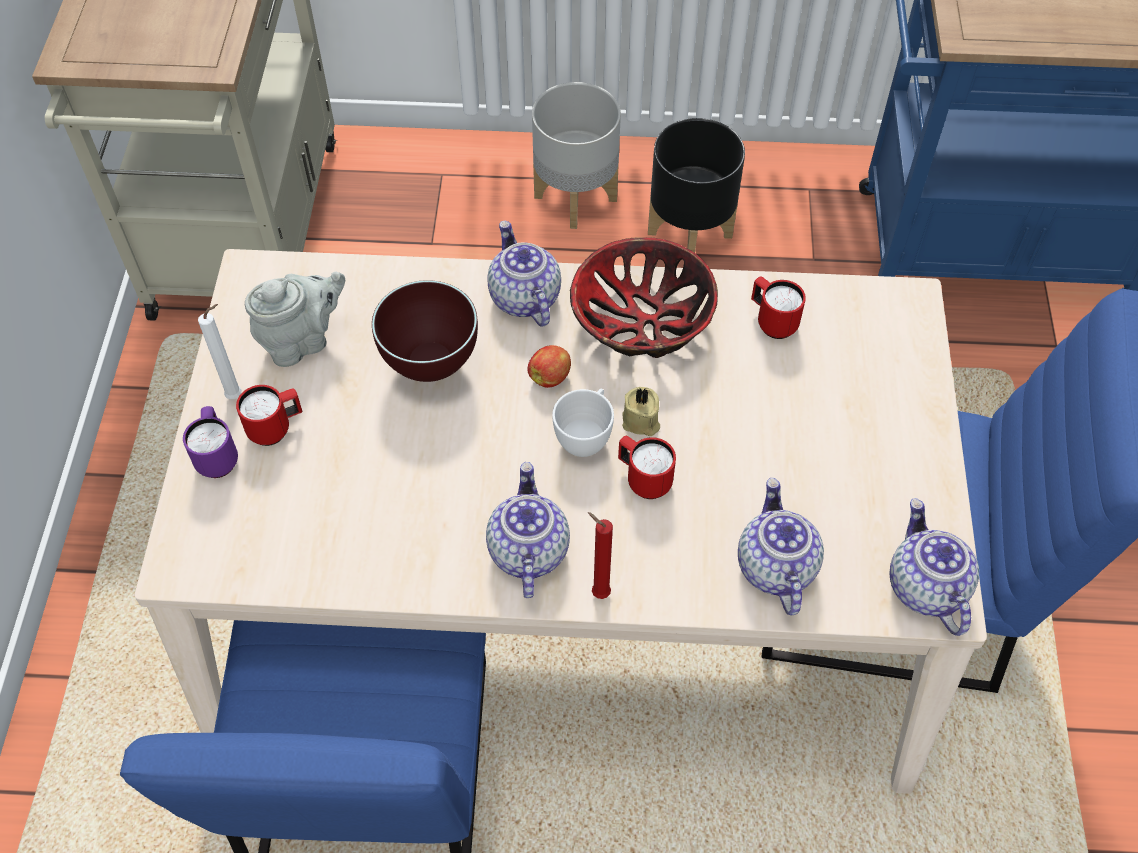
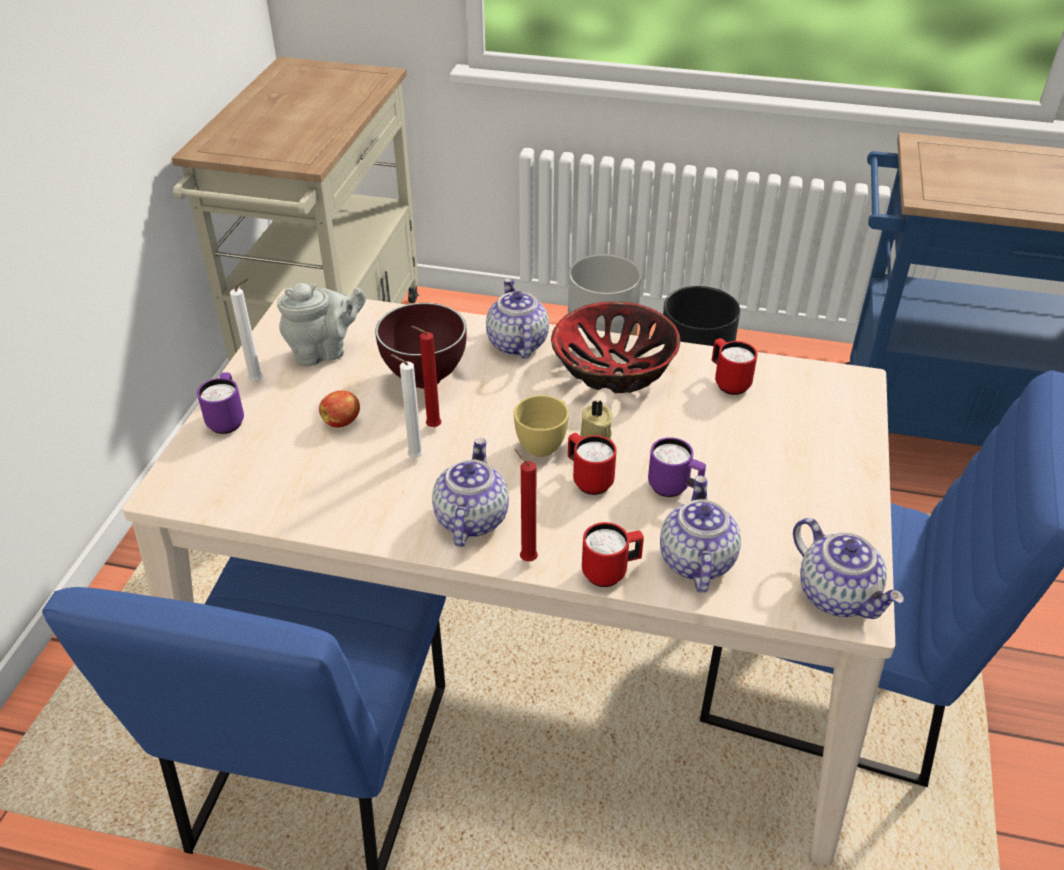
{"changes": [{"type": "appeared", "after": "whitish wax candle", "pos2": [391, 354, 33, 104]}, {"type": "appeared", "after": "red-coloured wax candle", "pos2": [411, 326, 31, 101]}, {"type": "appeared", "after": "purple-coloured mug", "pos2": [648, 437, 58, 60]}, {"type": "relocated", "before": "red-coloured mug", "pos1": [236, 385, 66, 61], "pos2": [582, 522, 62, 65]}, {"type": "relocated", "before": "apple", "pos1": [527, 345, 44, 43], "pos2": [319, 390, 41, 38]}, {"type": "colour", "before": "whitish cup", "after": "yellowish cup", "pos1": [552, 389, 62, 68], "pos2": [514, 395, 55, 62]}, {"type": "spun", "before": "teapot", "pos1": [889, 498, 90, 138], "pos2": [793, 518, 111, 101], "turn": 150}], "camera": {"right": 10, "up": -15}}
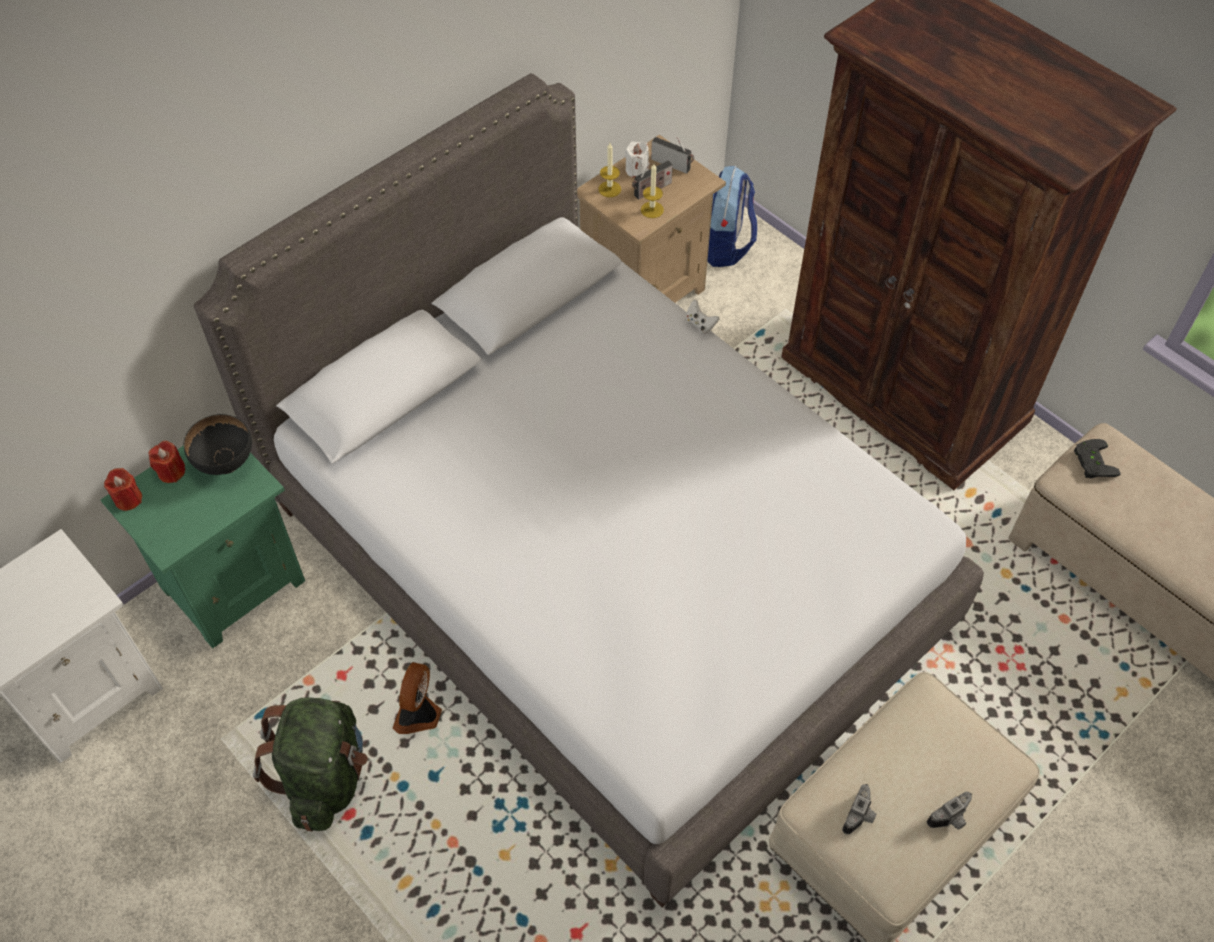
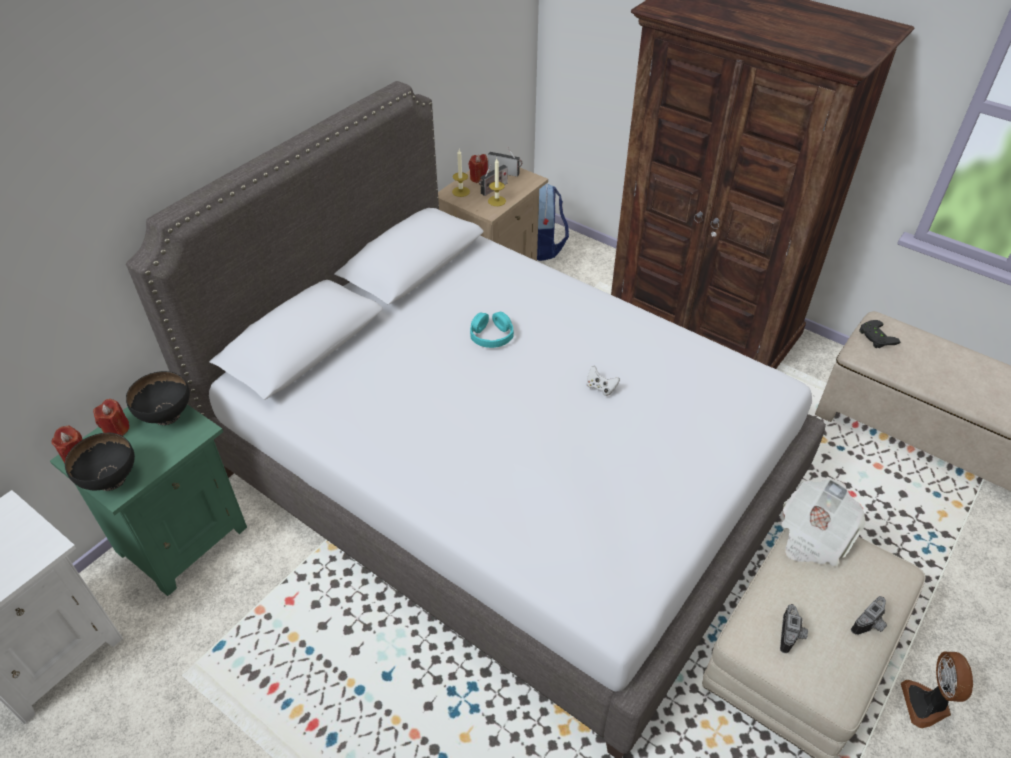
{"changes": [{"type": "missing", "before": "green rucksack", "pos1": [253, 697, 115, 134]}, {"type": "appeared", "after": "black serving bowl", "pos2": [65, 433, 70, 58]}, {"type": "appeared", "after": "blue-green pair of headphones", "pos2": [470, 312, 44, 36]}, {"type": "appeared", "after": "daily paper", "pos2": [781, 479, 84, 87]}, {"type": "relocated", "before": "fan", "pos1": [393, 662, 49, 72], "pos2": [901, 652, 72, 76]}, {"type": "relocated", "before": "whitish joypad", "pos1": [685, 300, 34, 34], "pos2": [587, 366, 33, 30]}, {"type": "colour", "before": "whitish wax candle", "after": "red-coloured wax candle", "pos1": [625, 141, 24, 37], "pos2": [468, 154, 20, 29]}], "camera": {"right": -10, "up": -10}}
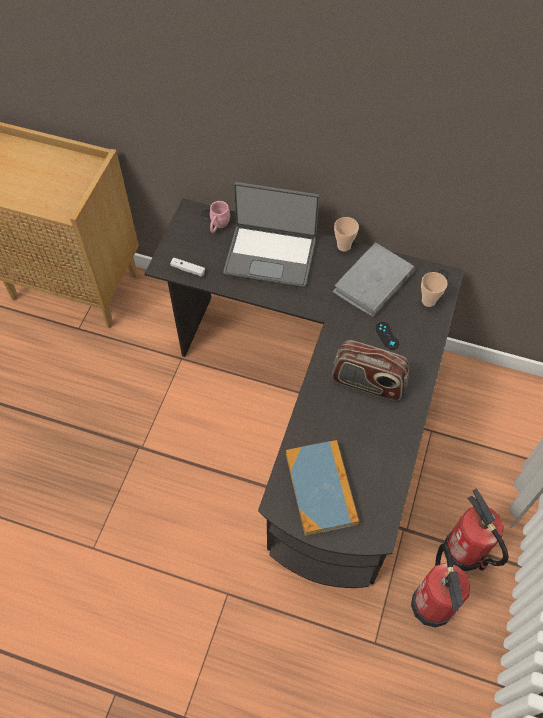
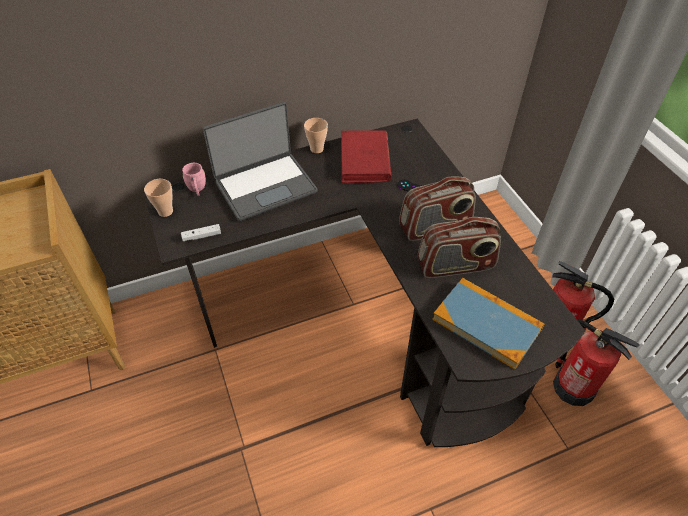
{"changes": [{"type": "appeared", "after": "radio receiver", "pos2": [418, 217, 83, 61]}, {"type": "relocated", "before": "cup", "pos1": [421, 272, 27, 35], "pos2": [144, 179, 29, 38]}, {"type": "colour", "before": "grey book", "after": "red-coloured book", "pos1": [332, 242, 83, 75], "pos2": [341, 130, 51, 53]}], "camera": {"right": -40, "up": -10}}
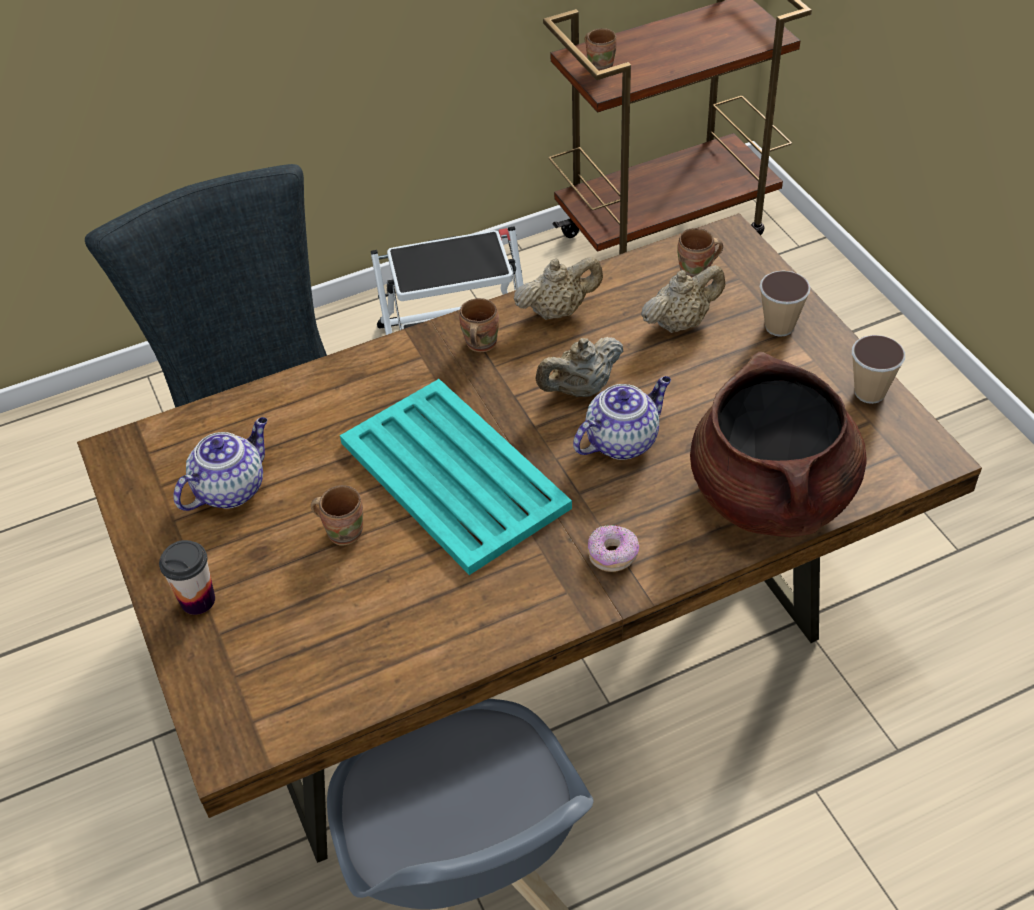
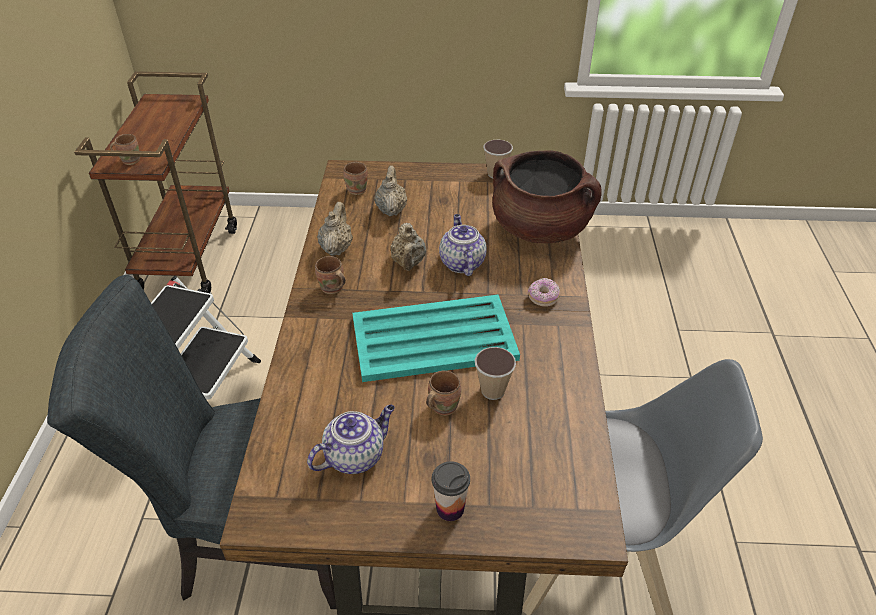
{"changes": [{"type": "relocated", "before": "cup", "pos1": [760, 271, 51, 66], "pos2": [475, 347, 41, 53]}, {"type": "spun", "before": "teapot", "pos1": [174, 417, 93, 94], "pos2": [307, 405, 88, 69], "turn": 75}], "camera": {"right": -65, "up": -5}}
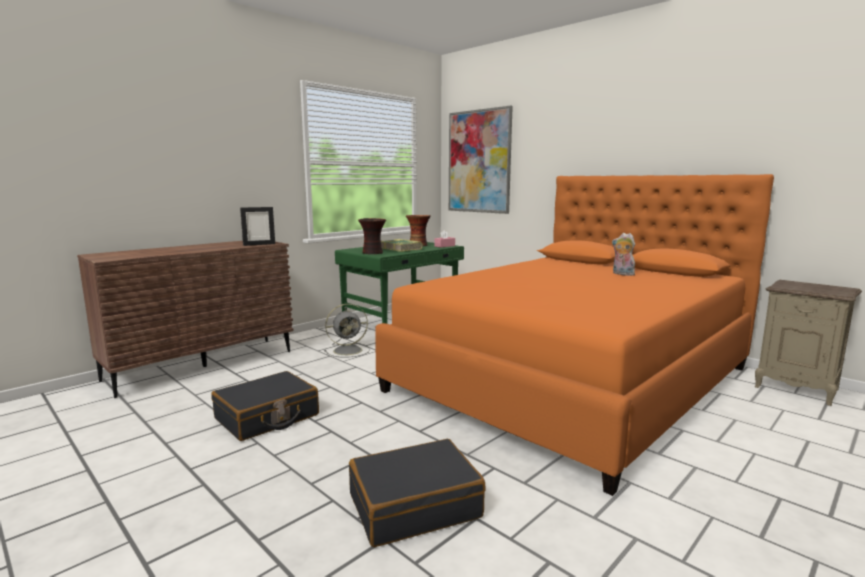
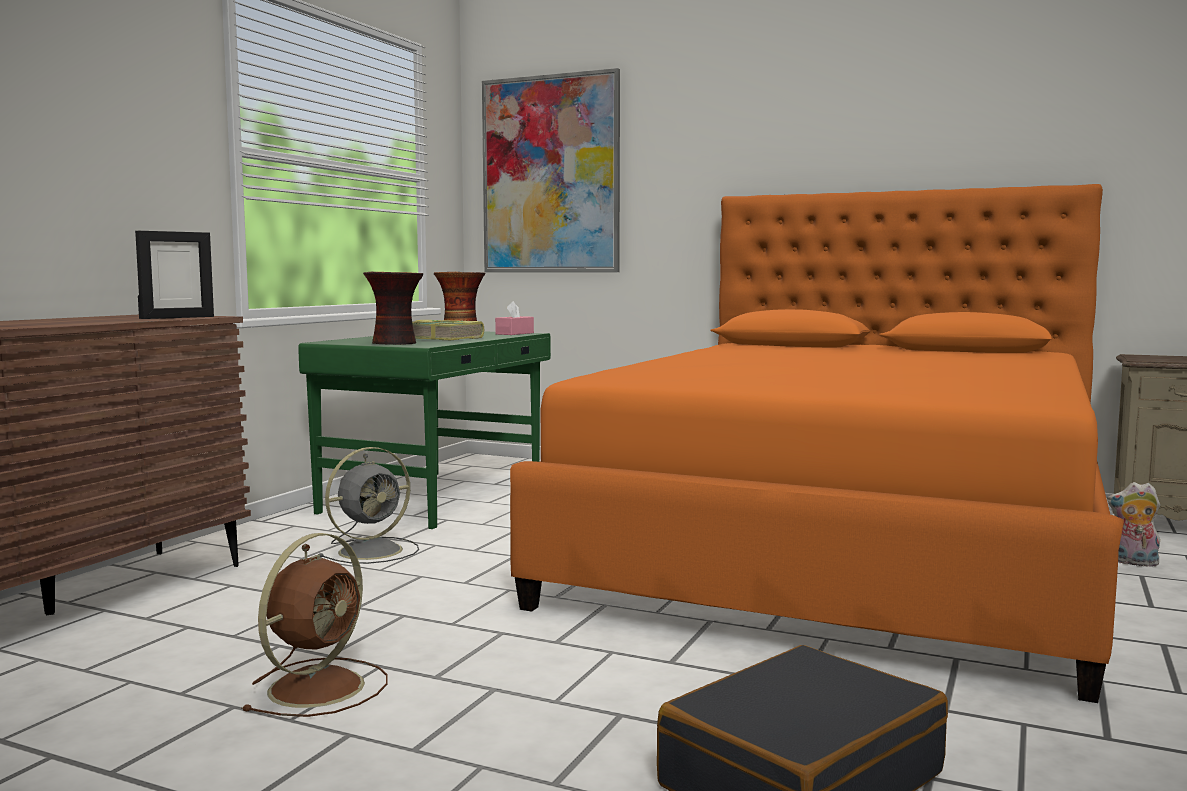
{"changes": [{"type": "relocated", "before": "soft toy", "pos1": [612, 233, 23, 43], "pos2": [1107, 482, 53, 85]}, {"type": "exchanged", "before": "black piece of luggage", "after": "brown-coloured fan", "pos1": [211, 371, 108, 70], "pos2": [241, 533, 146, 184]}], "camera": {"right": -20, "up": -5}}
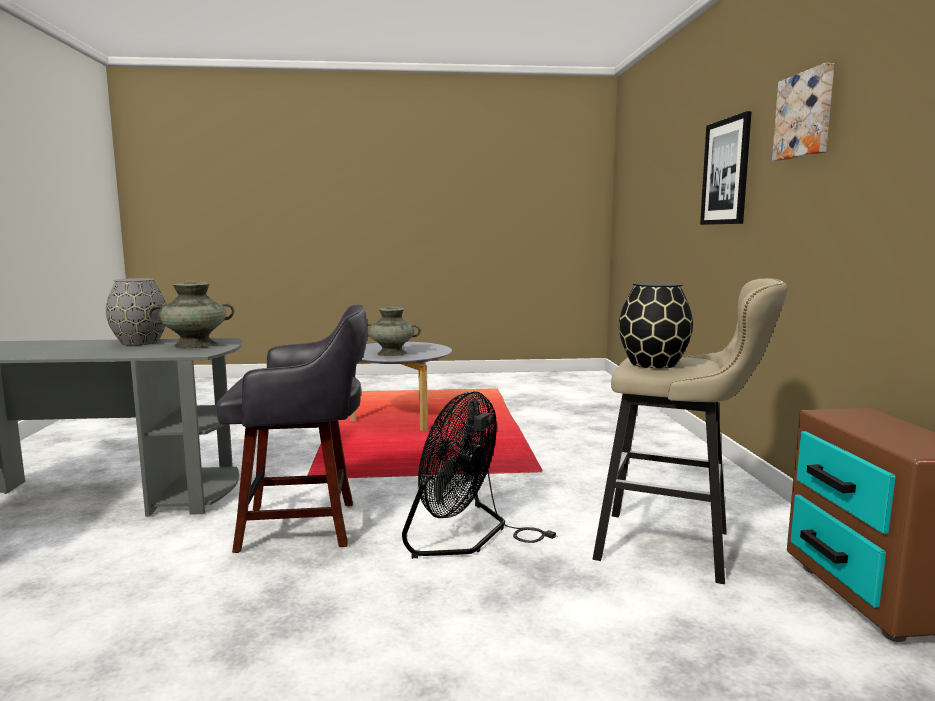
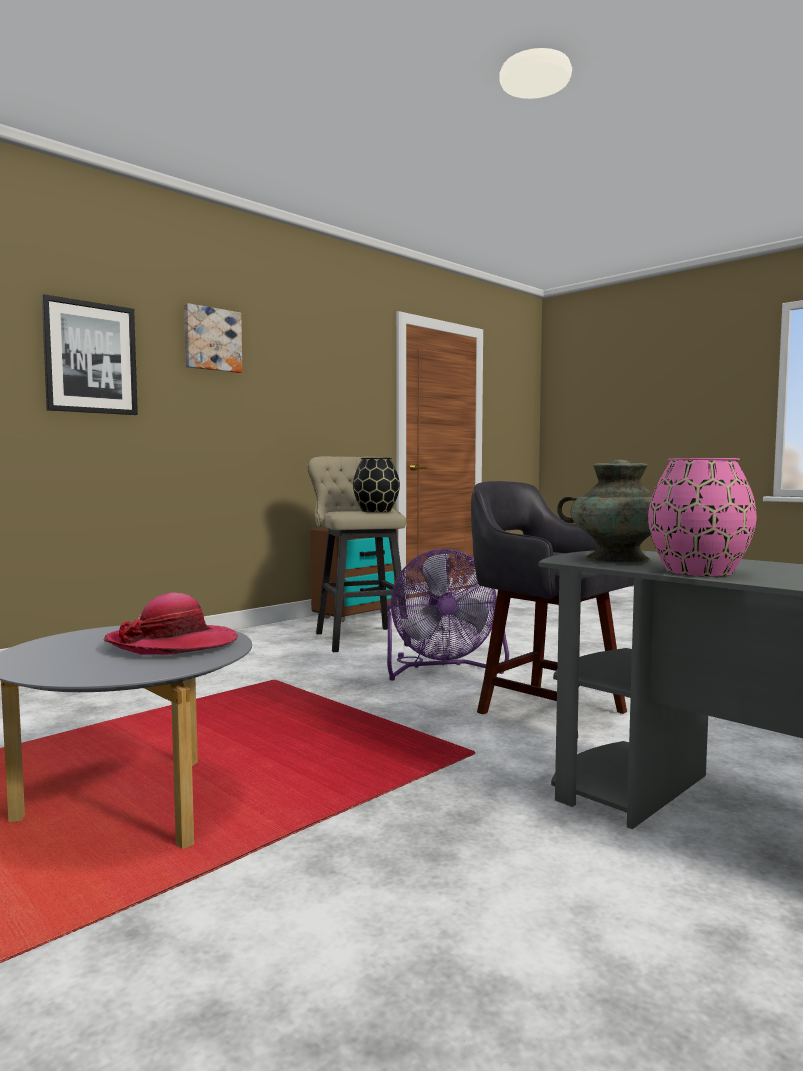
{"changes": [{"type": "exchanged", "before": "blue-green decorative vase", "after": "hat", "pos1": [367, 307, 54, 49], "pos2": [104, 592, 134, 63]}, {"type": "colour", "before": "grey decorative vase", "after": "pink decorative vase", "pos1": [106, 278, 61, 67], "pos2": [648, 458, 109, 118]}, {"type": "colour", "before": "black fan", "after": "purple-coloured fan", "pos1": [402, 391, 155, 168], "pos2": [387, 549, 122, 132]}], "camera": {"right": -130, "up": -5}}
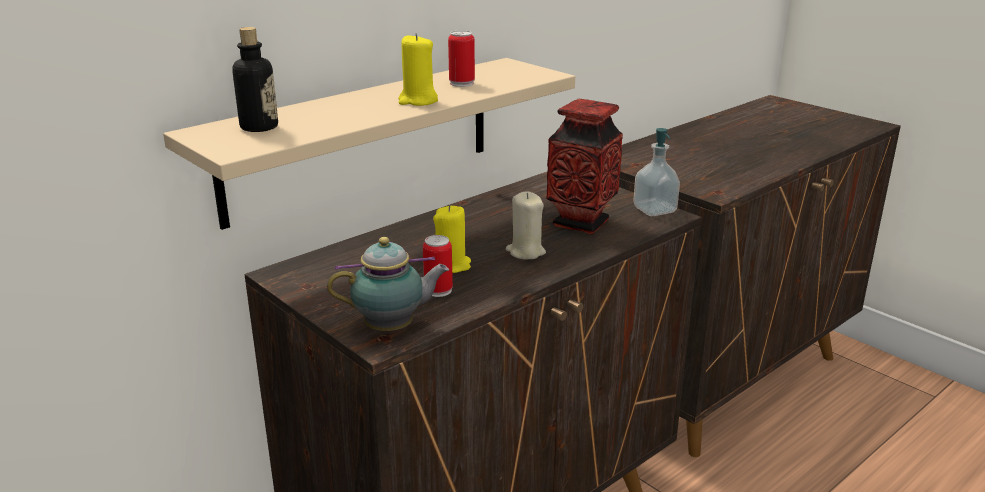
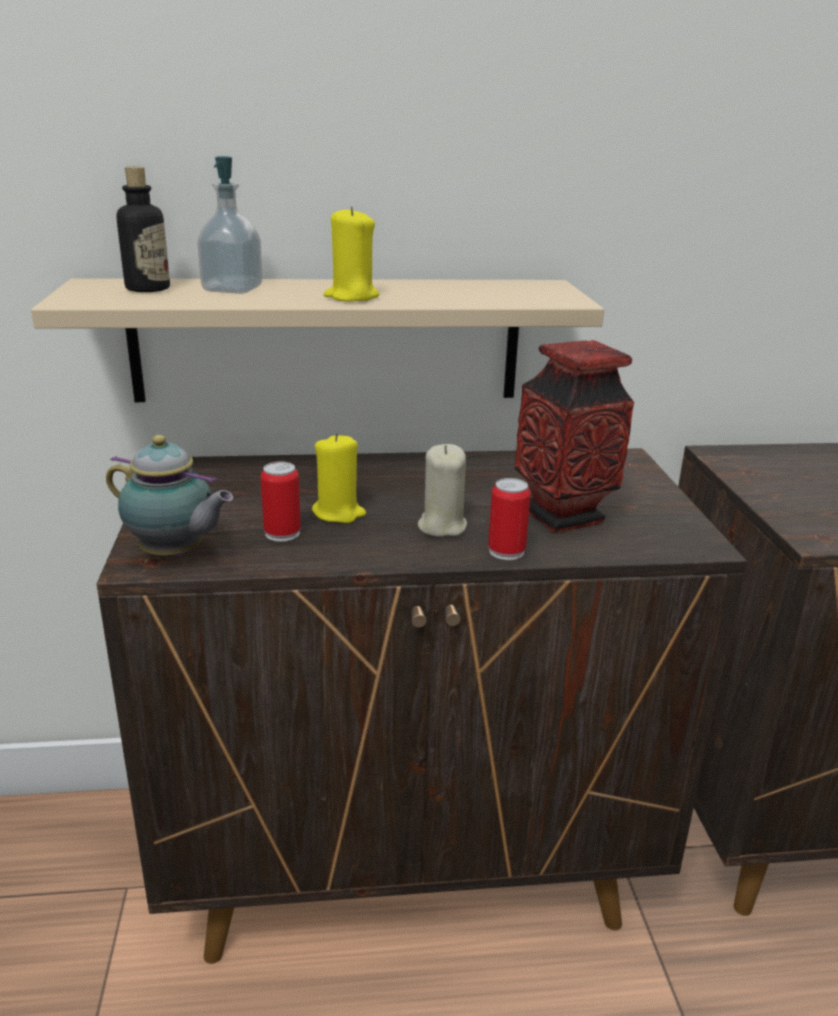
{"changes": [{"type": "relocated", "before": "sealed can", "pos1": [448, 30, 27, 57], "pos2": [488, 478, 43, 82]}, {"type": "relocated", "before": "soap dispenser", "pos1": [633, 128, 47, 88], "pos2": [197, 156, 66, 138]}], "camera": {"right": 35, "up": 0}}
